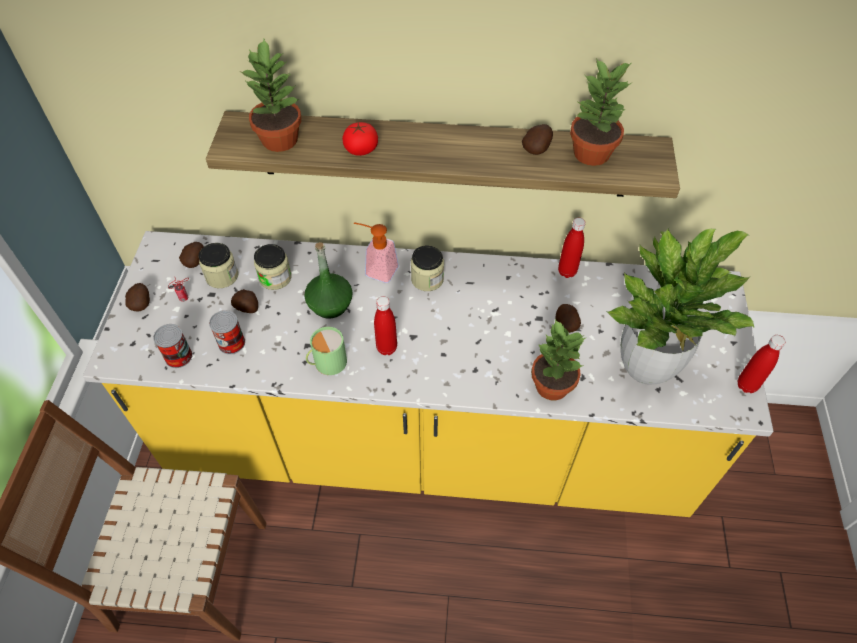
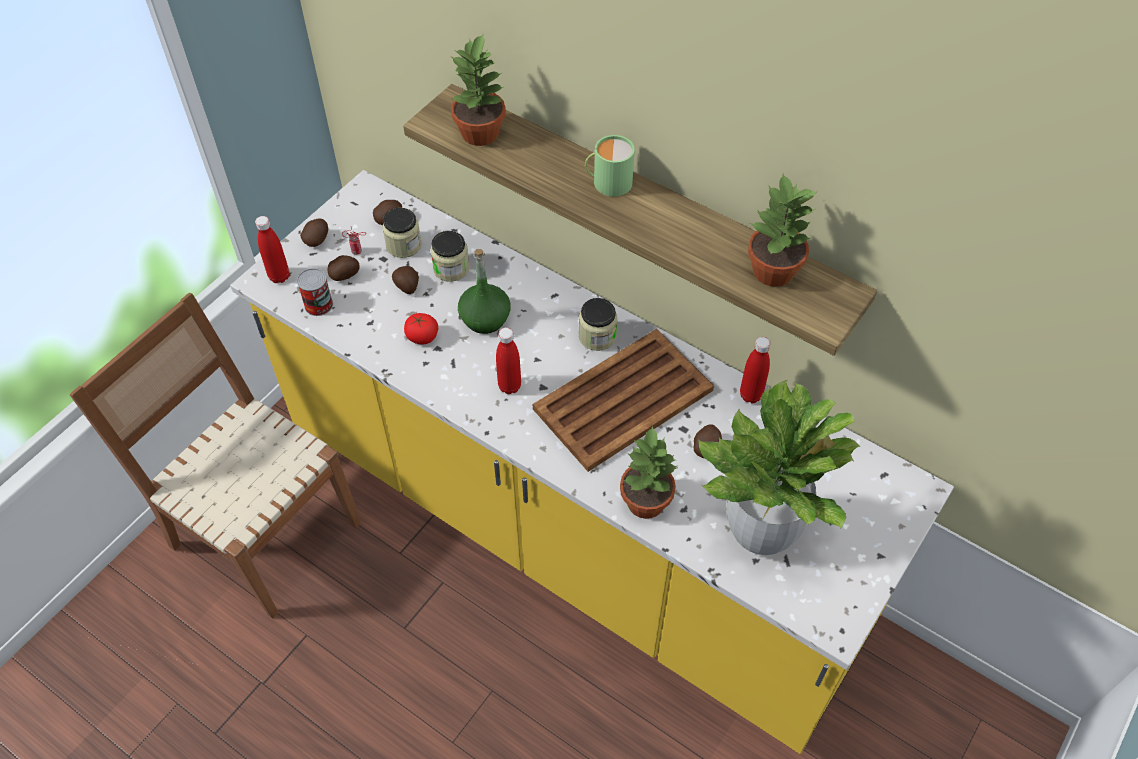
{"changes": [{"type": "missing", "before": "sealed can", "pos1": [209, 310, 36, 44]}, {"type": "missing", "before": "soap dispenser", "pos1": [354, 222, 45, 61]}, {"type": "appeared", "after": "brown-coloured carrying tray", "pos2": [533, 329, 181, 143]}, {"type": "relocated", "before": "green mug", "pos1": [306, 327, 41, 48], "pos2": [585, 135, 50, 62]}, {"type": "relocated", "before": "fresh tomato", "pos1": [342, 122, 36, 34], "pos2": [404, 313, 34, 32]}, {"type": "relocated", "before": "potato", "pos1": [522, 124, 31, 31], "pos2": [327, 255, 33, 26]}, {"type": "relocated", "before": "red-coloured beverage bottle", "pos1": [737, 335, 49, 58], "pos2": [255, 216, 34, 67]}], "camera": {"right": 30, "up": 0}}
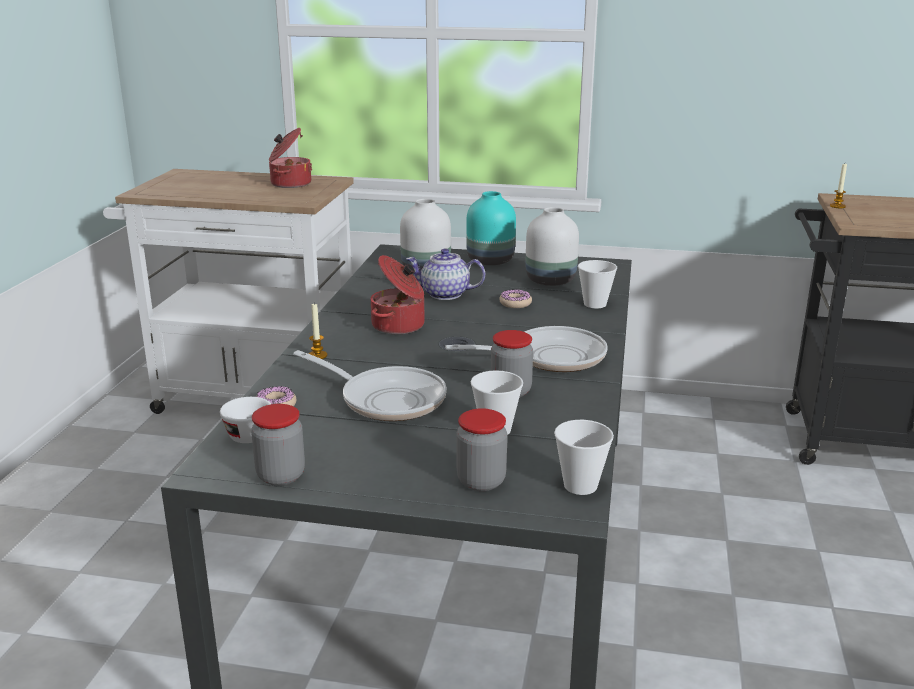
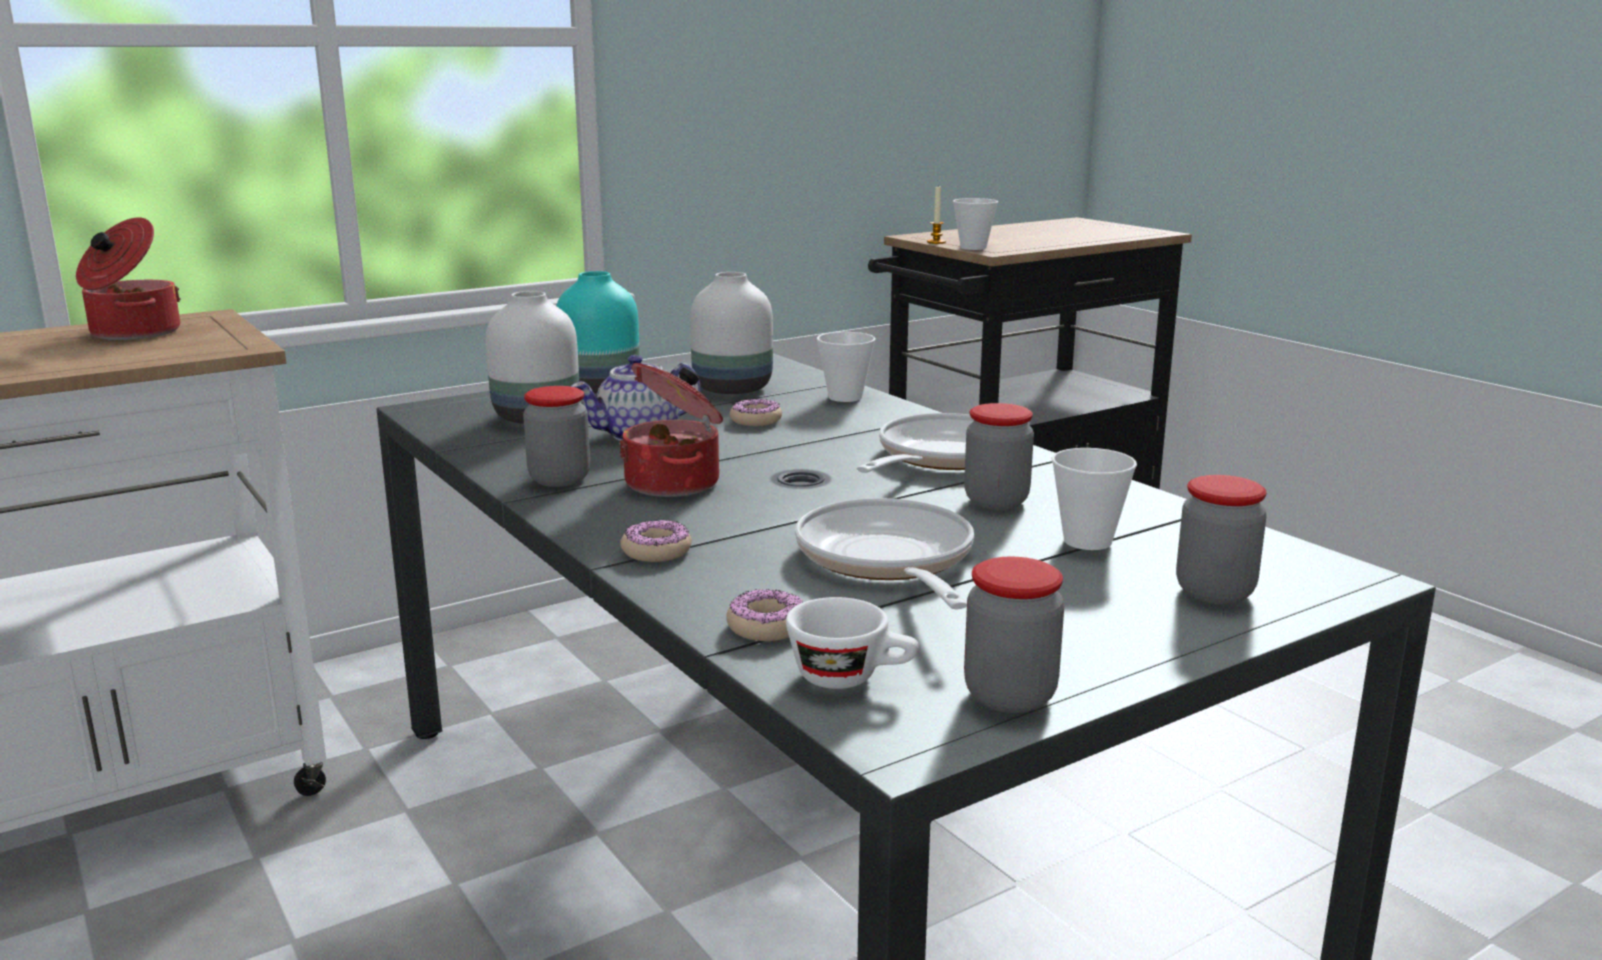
{"changes": [{"type": "appeared", "after": "storage jar", "pos2": [523, 386, 67, 101]}, {"type": "relocated", "before": "cup", "pos1": [554, 420, 60, 75], "pos2": [953, 198, 45, 52]}, {"type": "exchanged", "before": "wax candle", "after": "donut", "pos1": [309, 304, 18, 55], "pos2": [620, 520, 72, 42]}, {"type": "spun", "before": "pan", "pos1": [293, 350, 154, 71], "pos2": [795, 498, 179, 111], "turn": -90}], "camera": {"right": -45, "up": -5}}
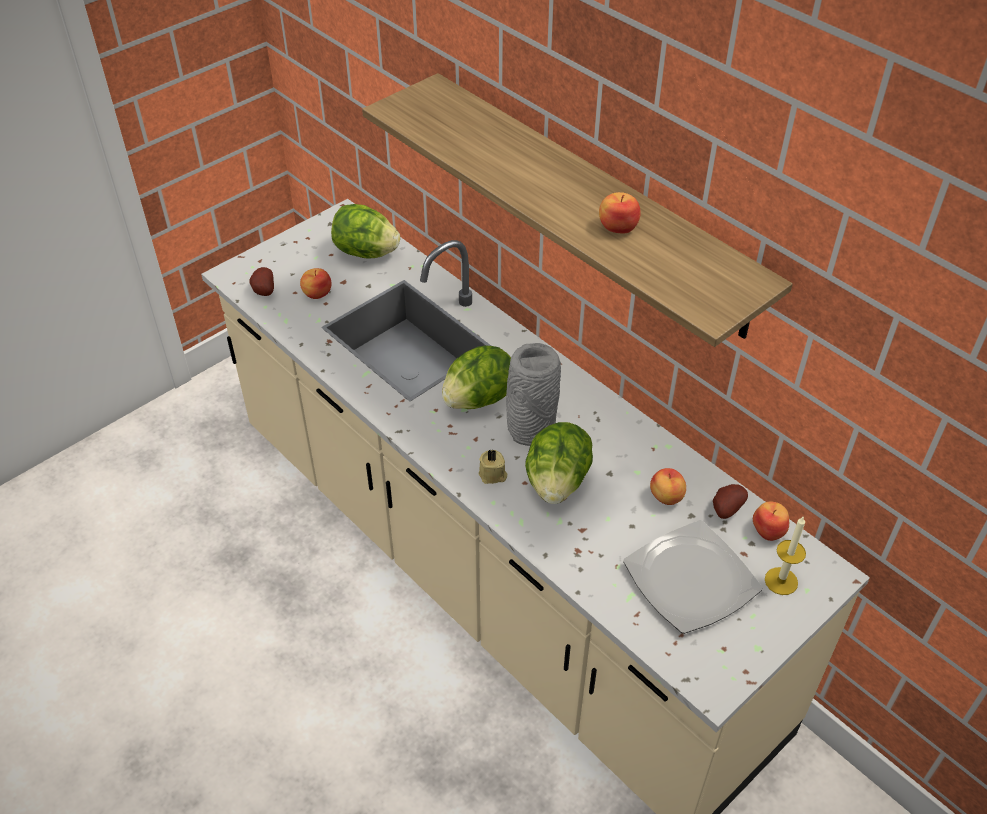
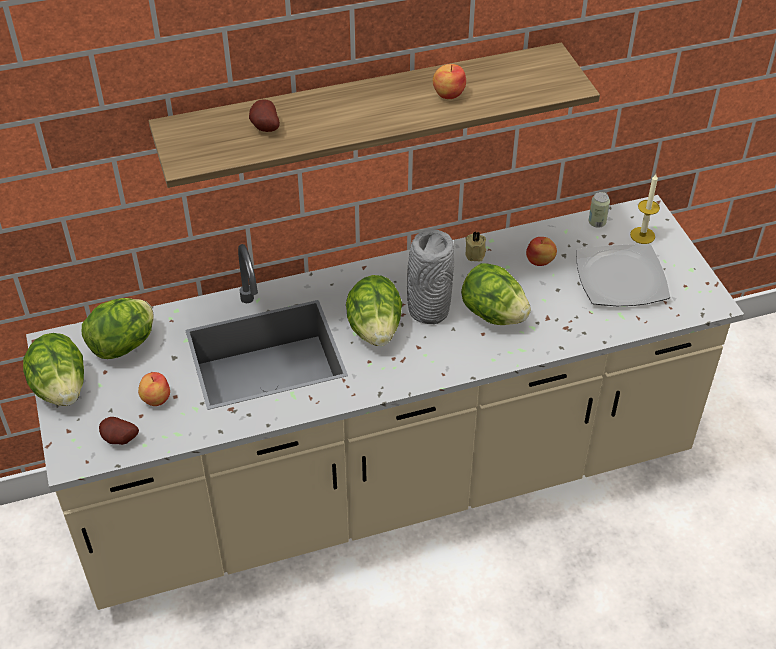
{"changes": [{"type": "appeared", "after": "head of lettuce", "pos2": [23, 333, 61, 73]}, {"type": "relocated", "before": "beige wax candle", "pos1": [479, 449, 28, 35], "pos2": [465, 231, 21, 31]}, {"type": "relocated", "before": "potato", "pos1": [713, 484, 35, 35], "pos2": [249, 100, 31, 32]}, {"type": "exchanged", "before": "apple", "after": "sealed can", "pos1": [753, 502, 36, 39], "pos2": [588, 192, 22, 36]}], "camera": {"right": -65, "up": 0}}
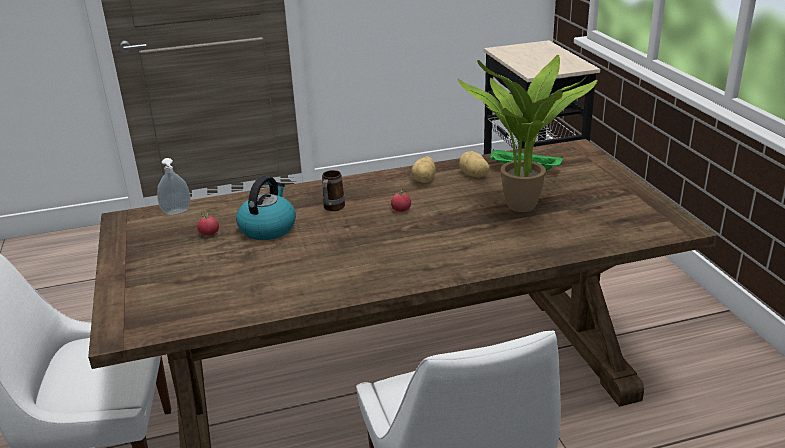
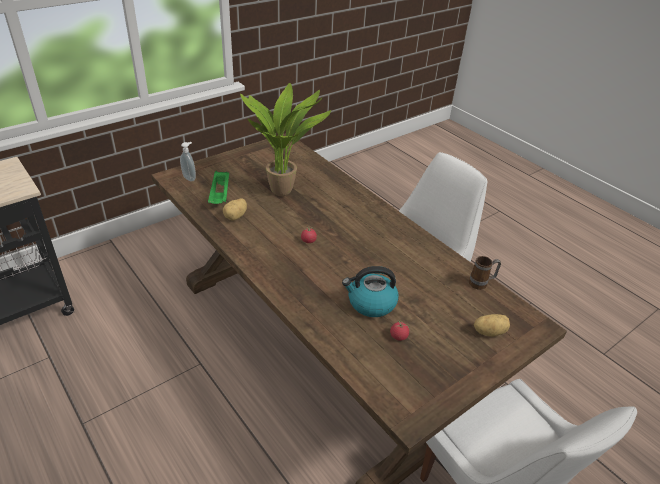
{"changes": [{"type": "relocated", "before": "soap dispenser", "pos1": [157, 158, 33, 57], "pos2": [180, 142, 16, 40]}, {"type": "relocated", "before": "mug", "pos1": [322, 170, 23, 41], "pos2": [469, 256, 32, 34]}, {"type": "relocated", "before": "potato", "pos1": [412, 156, 24, 27], "pos2": [474, 314, 36, 23]}], "camera": {"right": -115, "up": 10}}
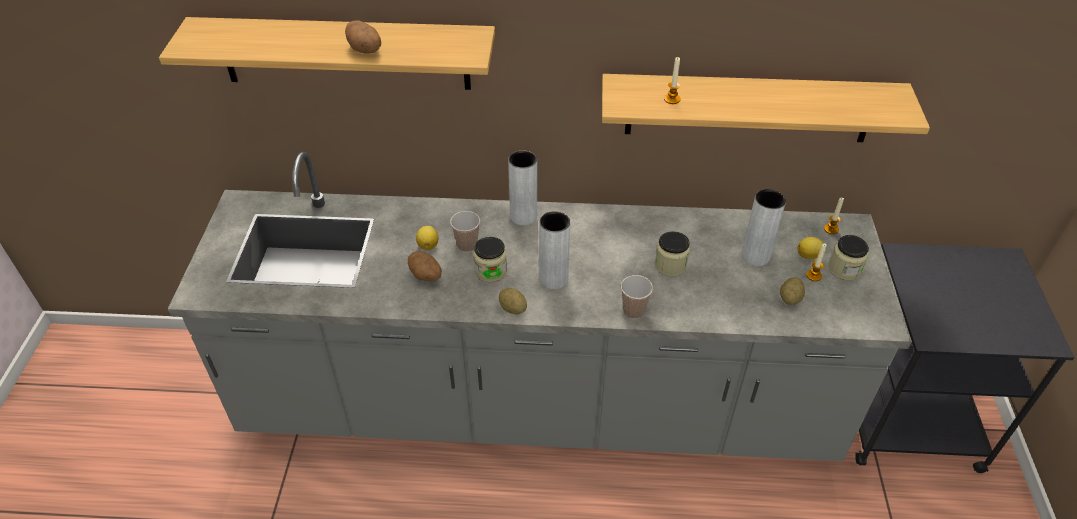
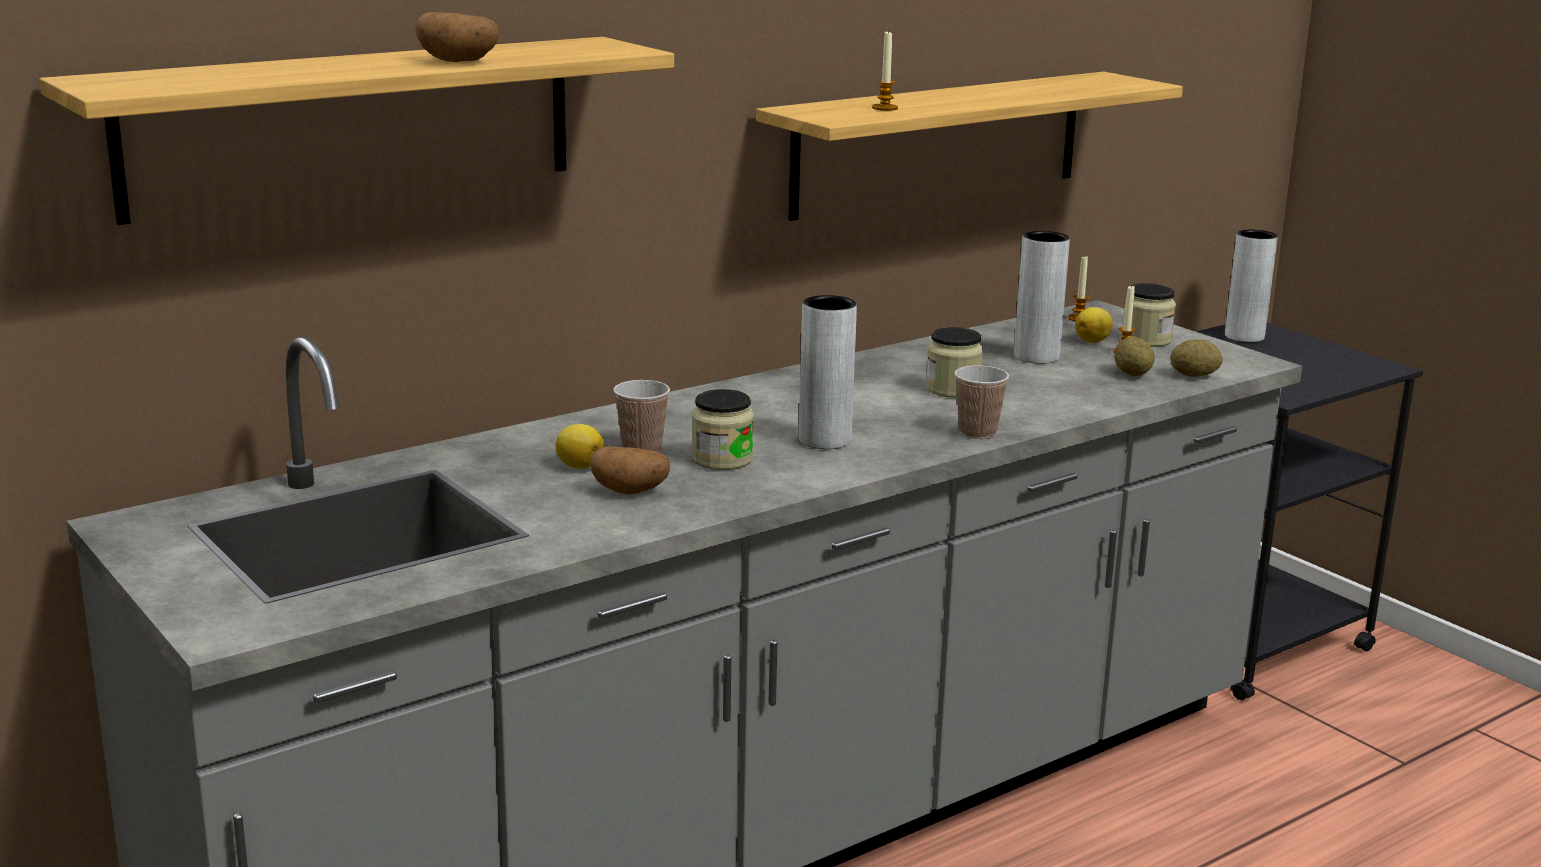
{"changes": [{"type": "relocated", "before": "potato", "pos1": [499, 288, 28, 27], "pos2": [1170, 339, 52, 38]}, {"type": "relocated", "before": "grey decorative vase", "pos1": [508, 150, 29, 75], "pos2": [1225, 229, 53, 113]}], "camera": {"right": -40, "up": -25}}
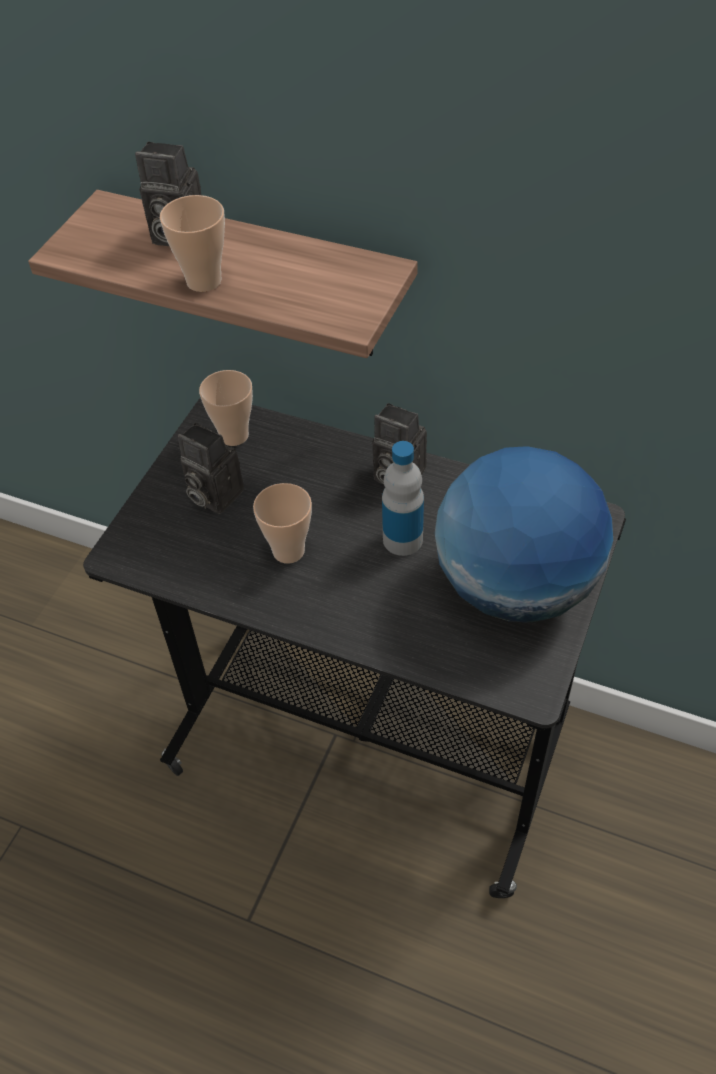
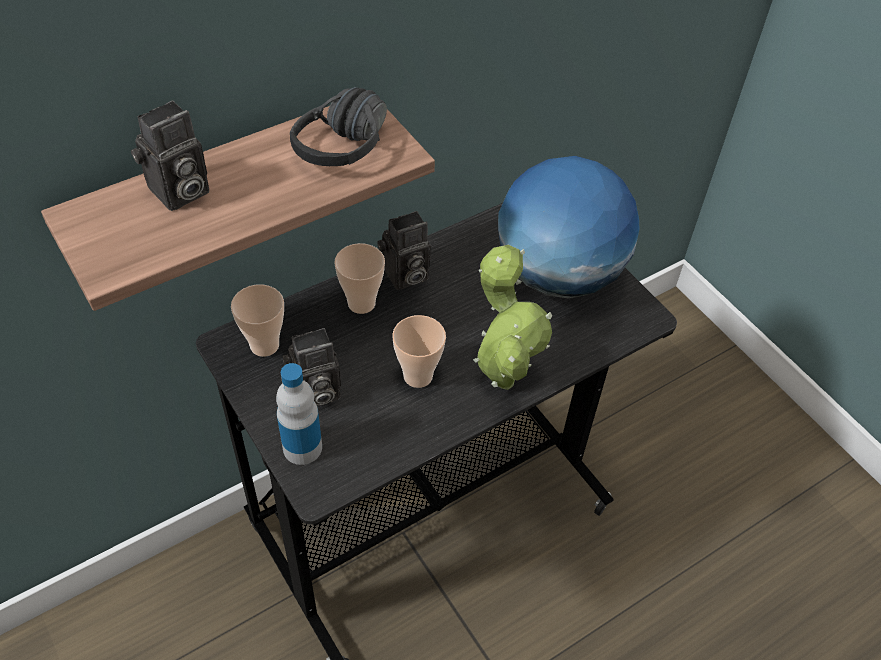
{"changes": [{"type": "appeared", "after": "black pair of headphones", "pos2": [290, 87, 97, 79]}, {"type": "appeared", "after": "houseplant", "pos2": [473, 245, 79, 145]}, {"type": "relocated", "before": "cup", "pos1": [160, 195, 65, 97], "pos2": [334, 243, 51, 71]}, {"type": "relocated", "before": "beverage bottle", "pos1": [382, 441, 42, 115], "pos2": [276, 363, 46, 102]}], "camera": {"right": -60, "up": 0}}
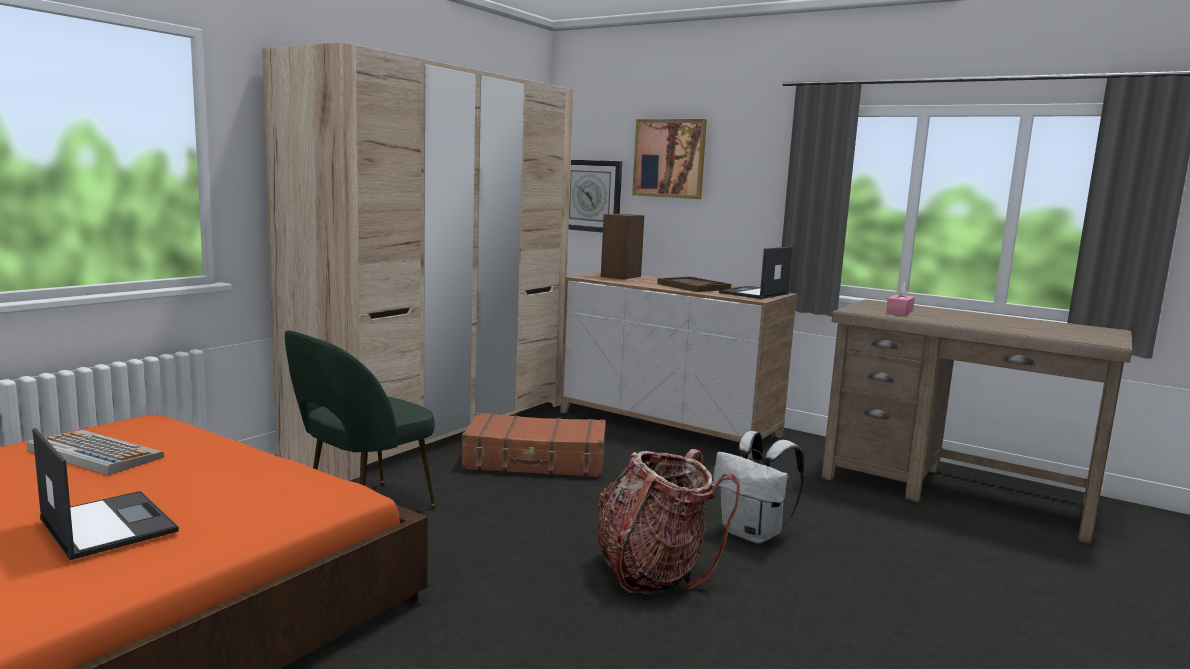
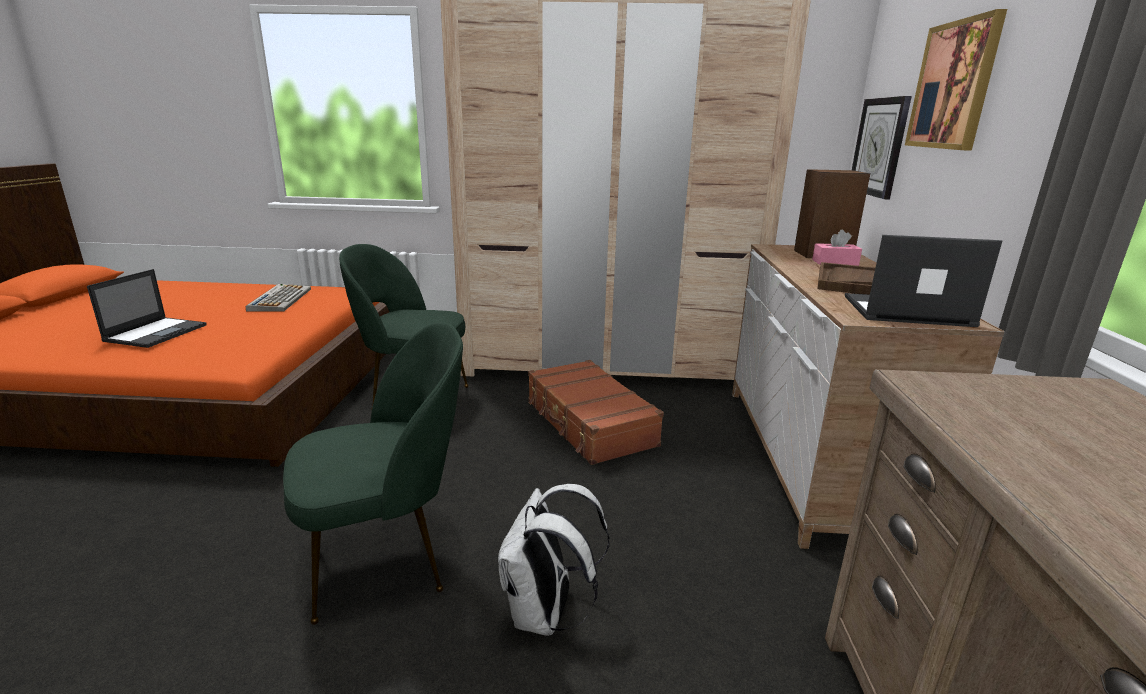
{"changes": [{"type": "relocated", "before": "pink tissue box", "pos1": [886, 283, 29, 33], "pos2": [812, 230, 50, 36]}, {"type": "exchanged", "before": "rucksack", "after": "green chair", "pos1": [597, 449, 142, 146], "pos2": [283, 322, 180, 303]}], "camera": {"right": 60, "up": 10}}
